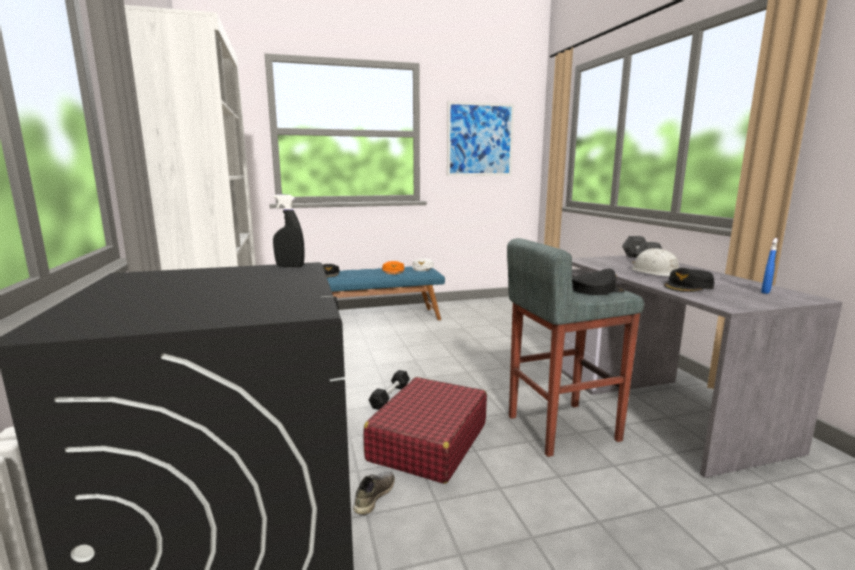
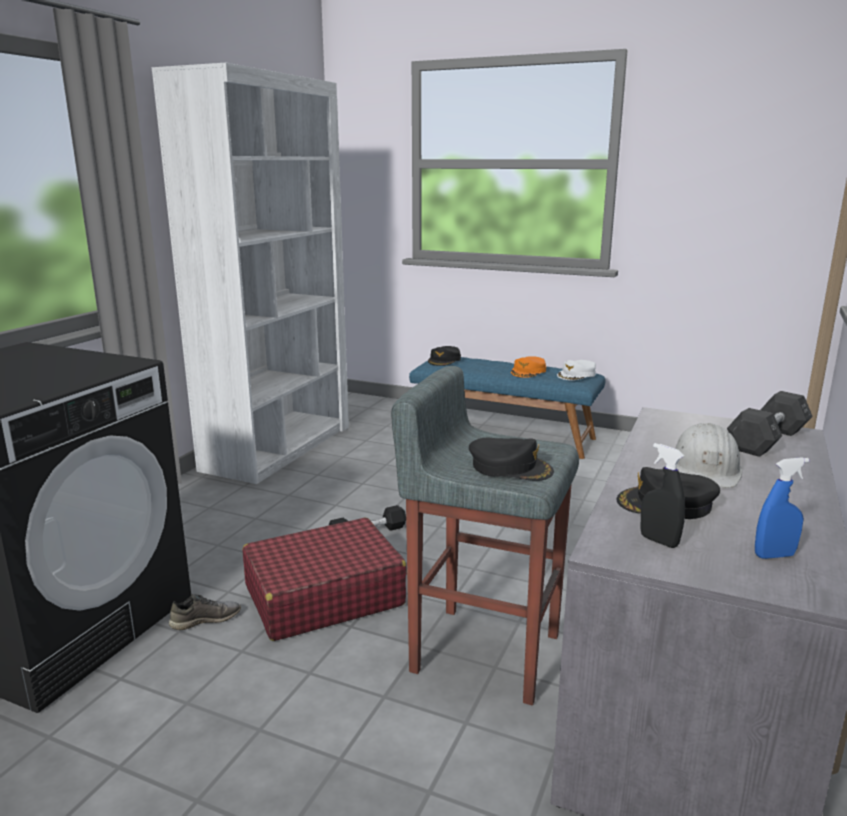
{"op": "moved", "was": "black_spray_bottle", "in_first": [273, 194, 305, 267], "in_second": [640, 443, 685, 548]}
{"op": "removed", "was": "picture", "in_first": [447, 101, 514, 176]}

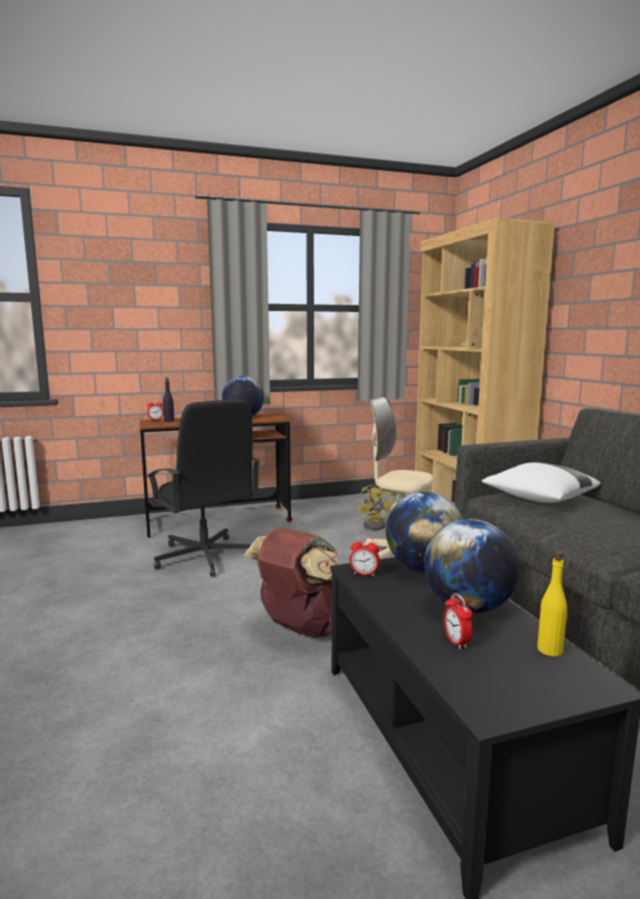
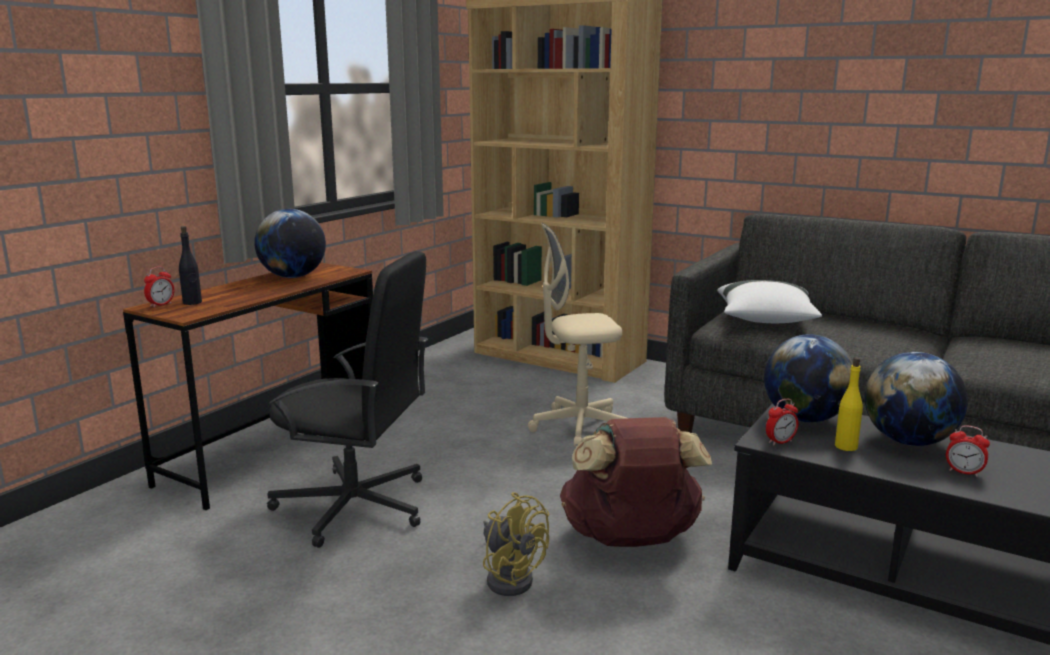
{"op": "moved", "was": "yellow_fan", "in_first": [356, 484, 396, 530], "in_second": [483, 492, 549, 596]}
{"op": "moved", "was": "yellow_bottle", "in_first": [537, 551, 567, 657], "in_second": [835, 358, 863, 451]}

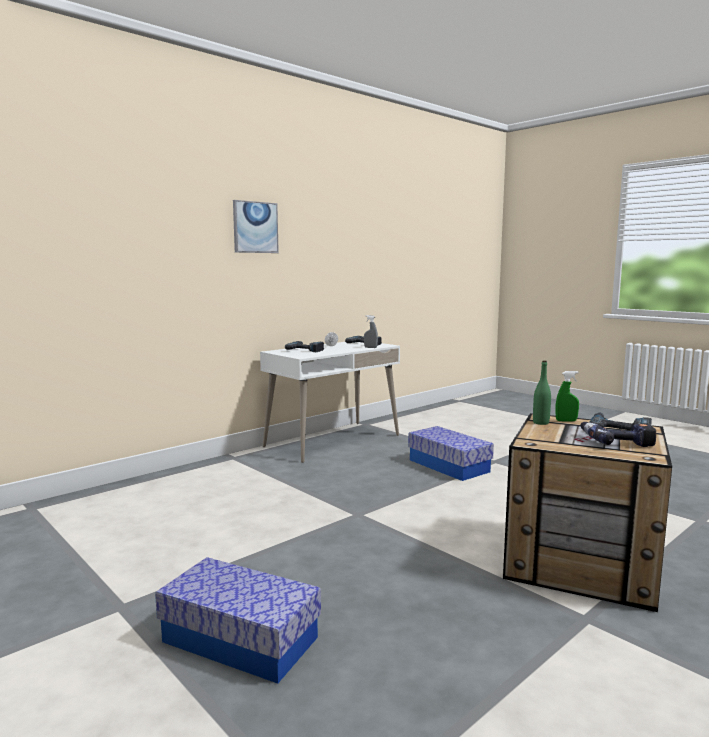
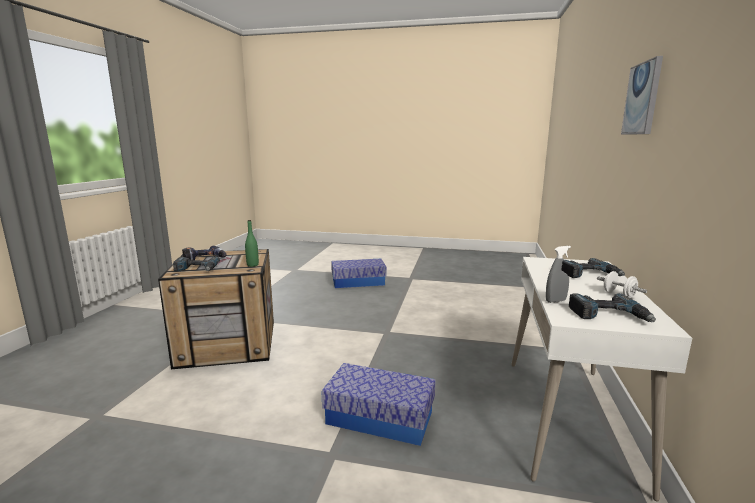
{"op": "removed", "was": "green_spray_bottle", "in_first": [556, 371, 579, 422]}

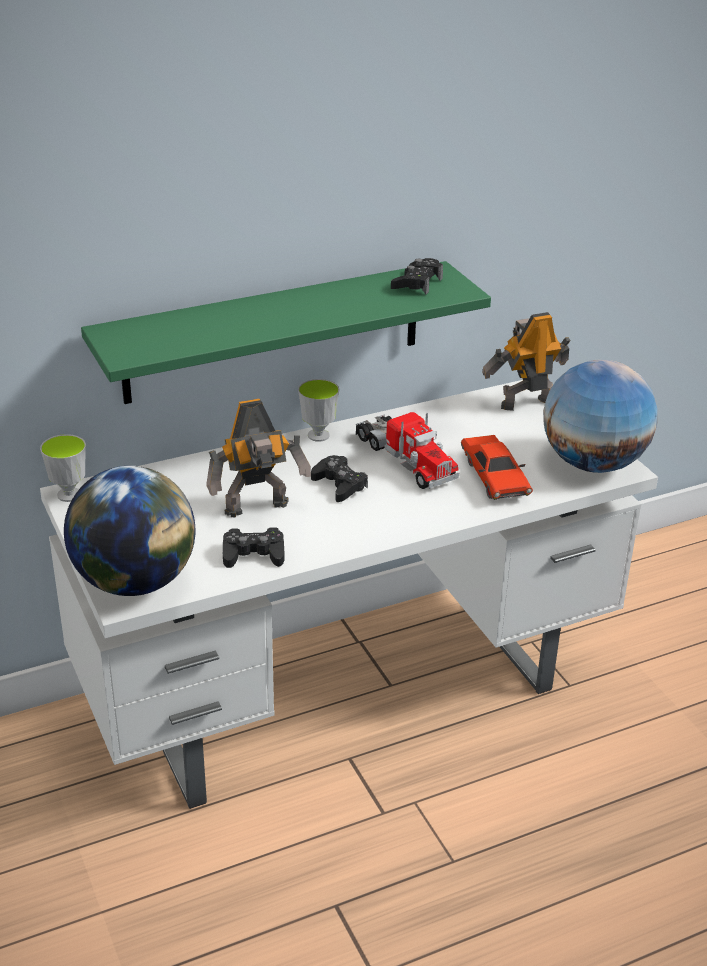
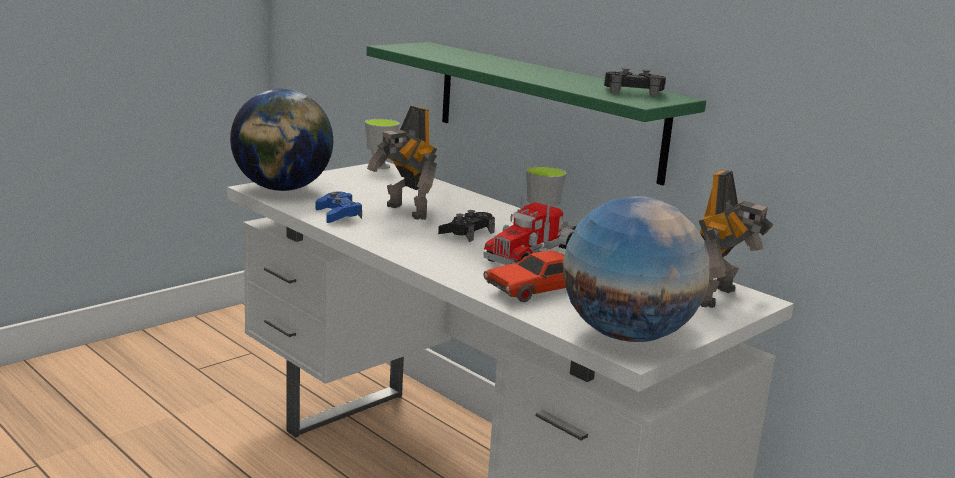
{"op": "recoloured", "was": "black_game_controller", "now": "blue_game_controller", "in_first": [223, 527, 285, 568], "in_second": [315, 191, 362, 223]}
{"op": "turned", "was": "toy_robot", "in_first": [482, 312, 571, 411], "in_second": [699, 170, 774, 308], "clockwise": 75}

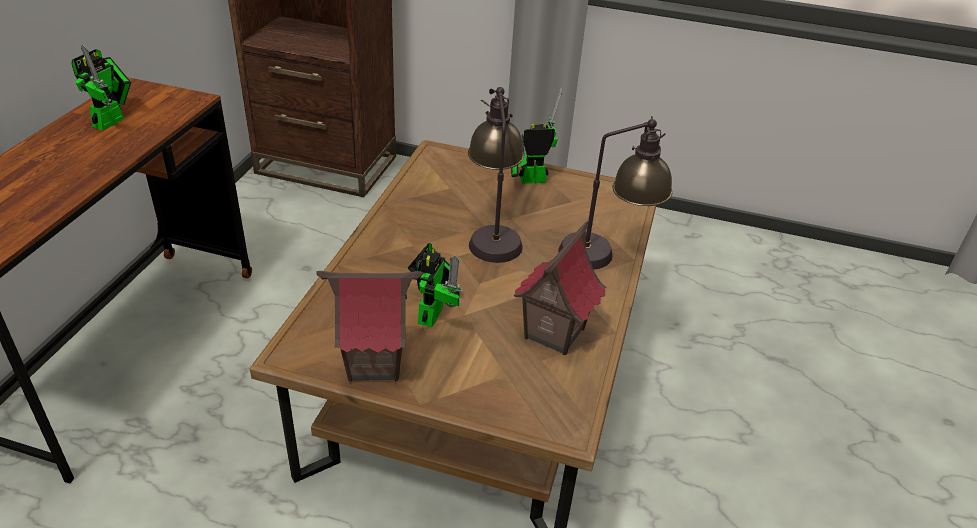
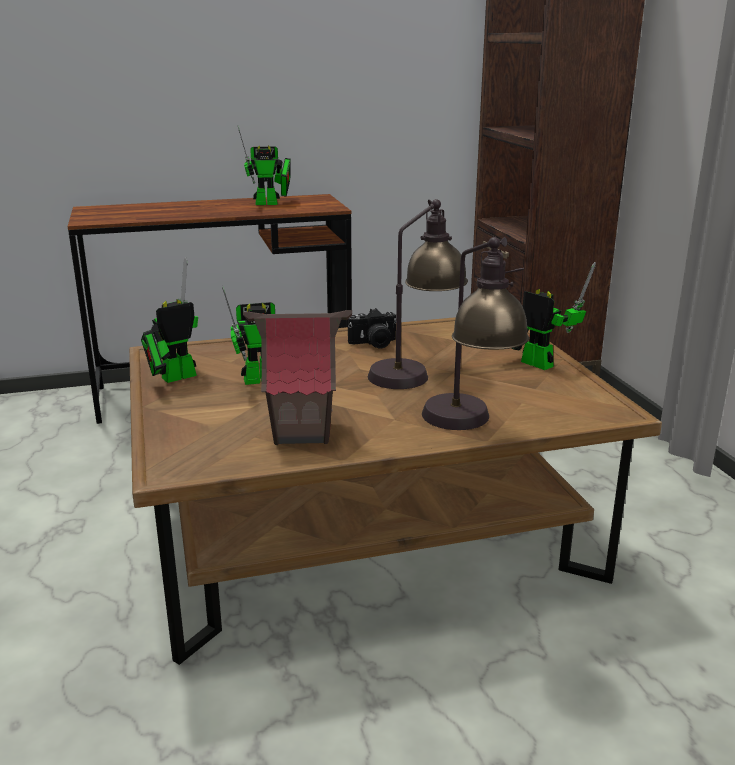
{"op": "replaced", "was": "toy_house", "now": "toy_robot", "in_first": [316, 271, 422, 382], "in_second": [141, 257, 198, 383]}
{"op": "added", "now": "photo_camera", "in_second": [348, 308, 396, 348]}

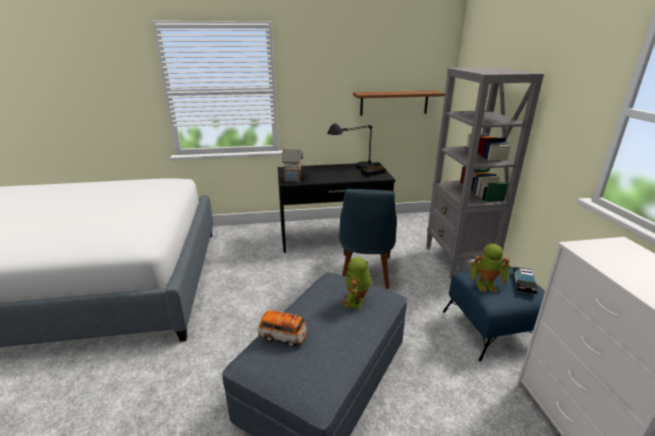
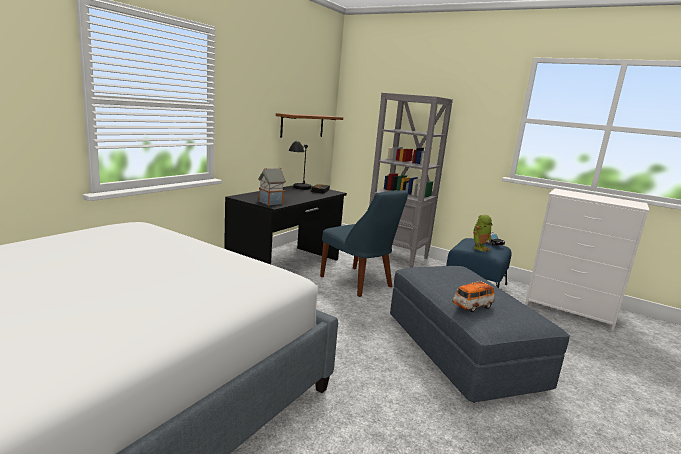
{"op": "removed", "was": "toy_robot", "in_first": [342, 257, 371, 309]}

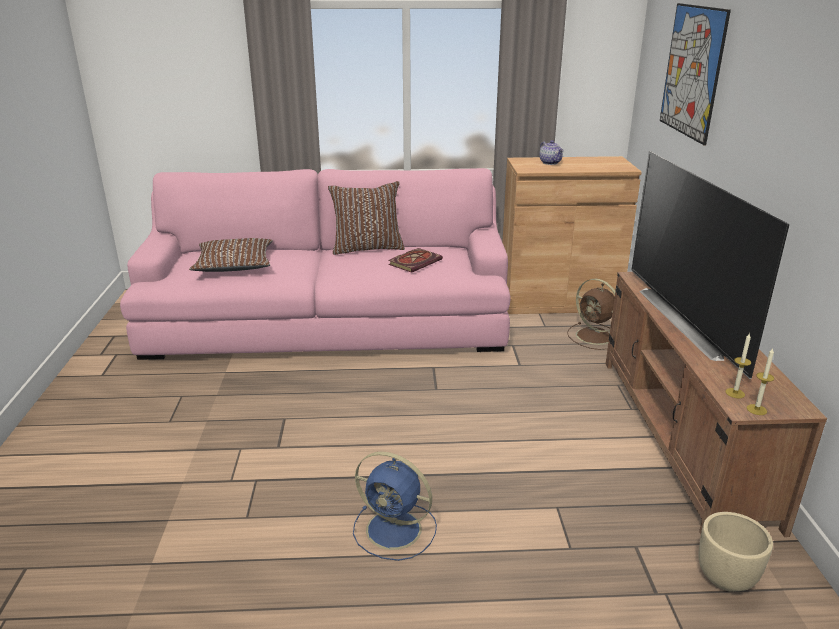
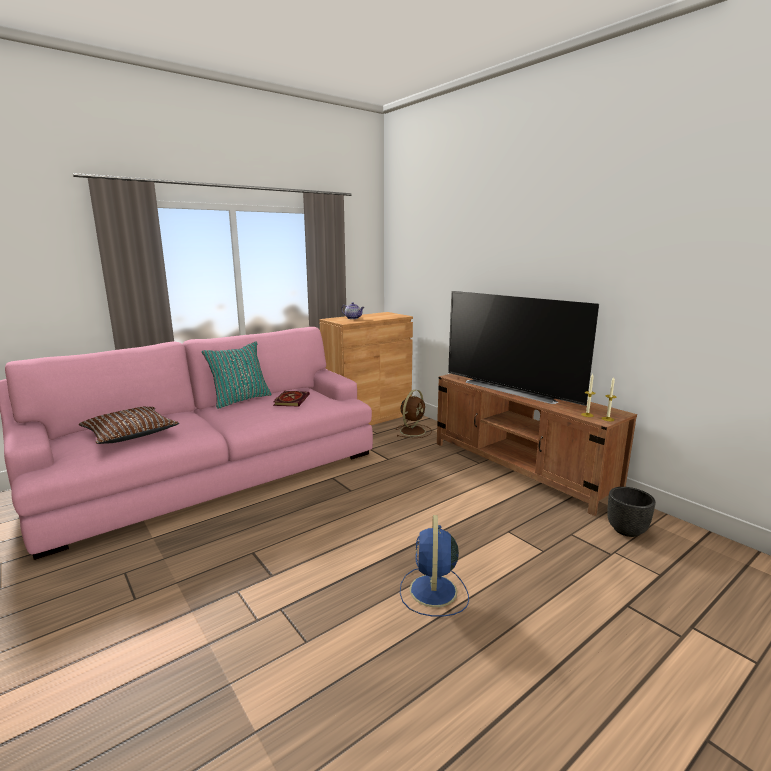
{"op": "recoloured", "was": "brown_pillow", "now": "turquoise_pillow", "in_first": [328, 181, 405, 255], "in_second": [202, 341, 272, 409]}
{"op": "turned", "was": "blue_fan", "in_first": [353, 451, 437, 561], "in_second": [400, 515, 469, 617], "clockwise": 105}
{"op": "turned", "was": "brown_fan", "in_first": [567, 279, 615, 350], "in_second": [396, 390, 432, 438], "clockwise": -75}
{"op": "removed", "was": "picture", "in_first": [660, 3, 731, 145]}
{"op": "recoloured", "was": "beige_planter", "now": "black_planter", "in_first": [699, 512, 773, 592], "in_second": [607, 487, 656, 537]}

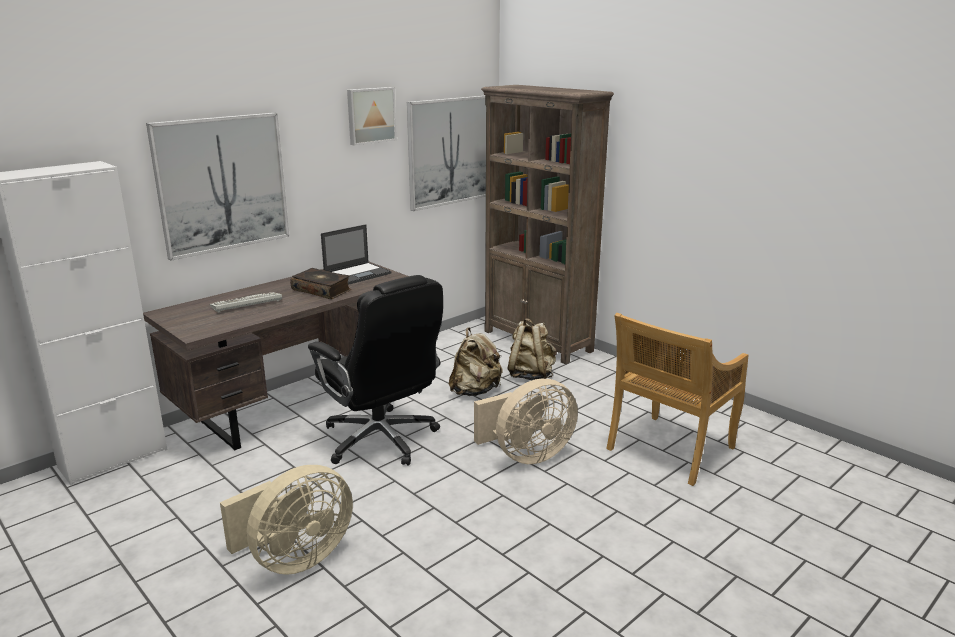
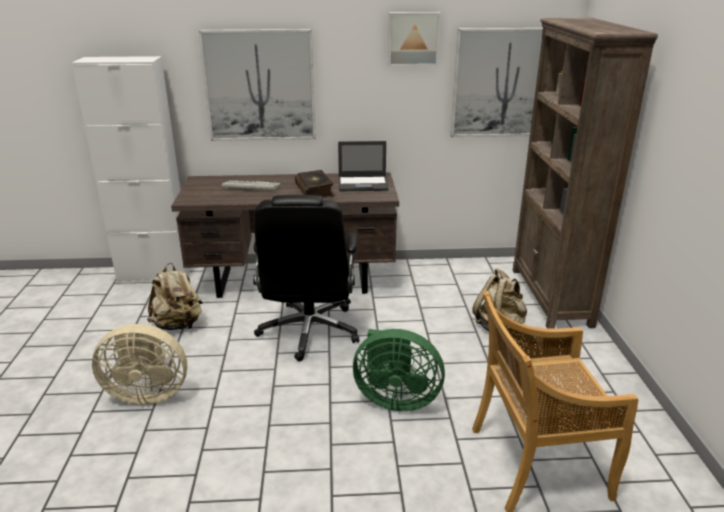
{"op": "moved", "was": "beige_backpack", "in_first": [449, 328, 503, 396], "in_second": [147, 263, 203, 330]}
{"op": "recoloured", "was": "beige_fan", "now": "green_fan", "in_first": [474, 379, 578, 464], "in_second": [353, 329, 445, 411]}

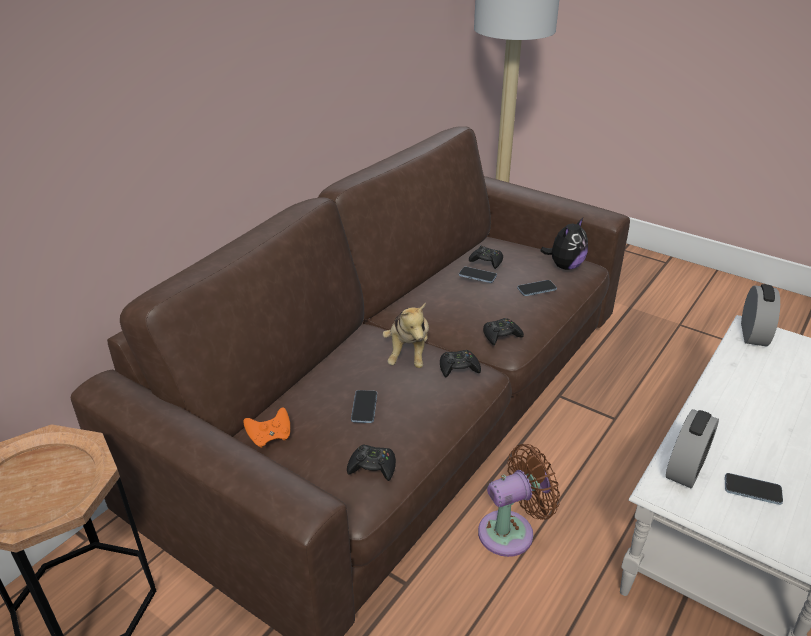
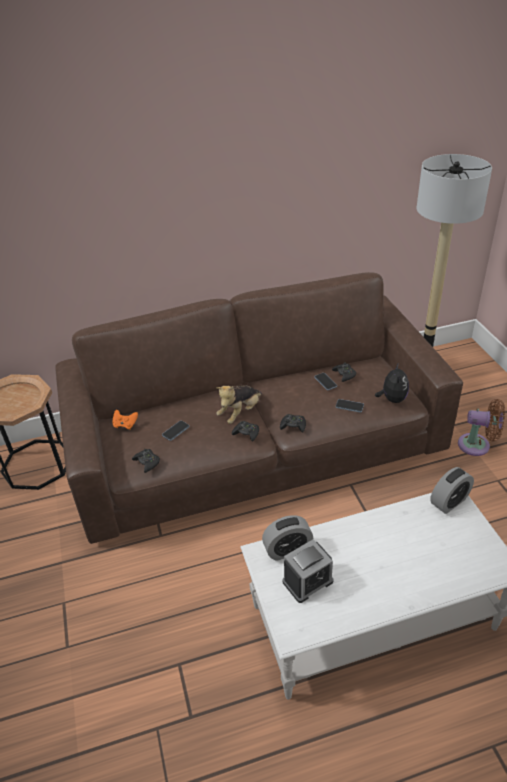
{"op": "moved", "was": "brown_fan", "in_first": [478, 444, 560, 557], "in_second": [458, 399, 505, 456]}
{"op": "turned", "was": "plush_toy", "in_first": [540, 218, 588, 270], "in_second": [375, 362, 409, 403], "clockwise": -75}
{"op": "replaced", "was": "phone", "now": "alarm_clock", "in_first": [725, 473, 783, 505], "in_second": [283, 539, 333, 603]}

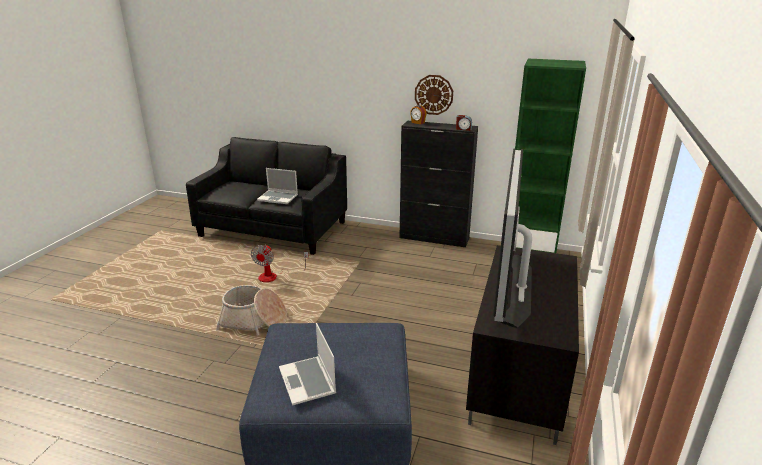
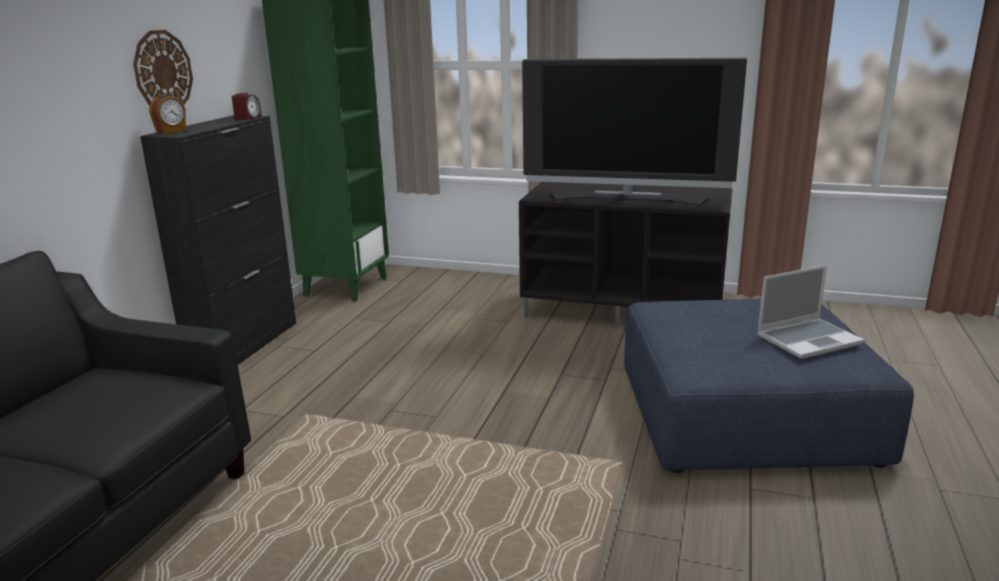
{"op": "removed", "was": "basket", "in_first": [216, 285, 287, 336]}
{"op": "removed", "was": "fan", "in_first": [251, 244, 309, 282]}
{"op": "removed", "was": "laptop", "in_first": [257, 168, 298, 204]}

